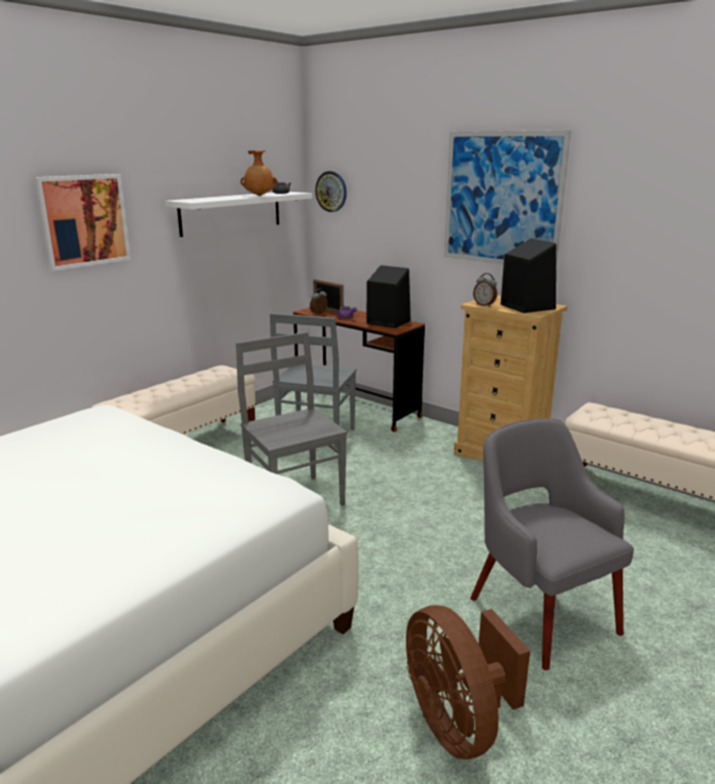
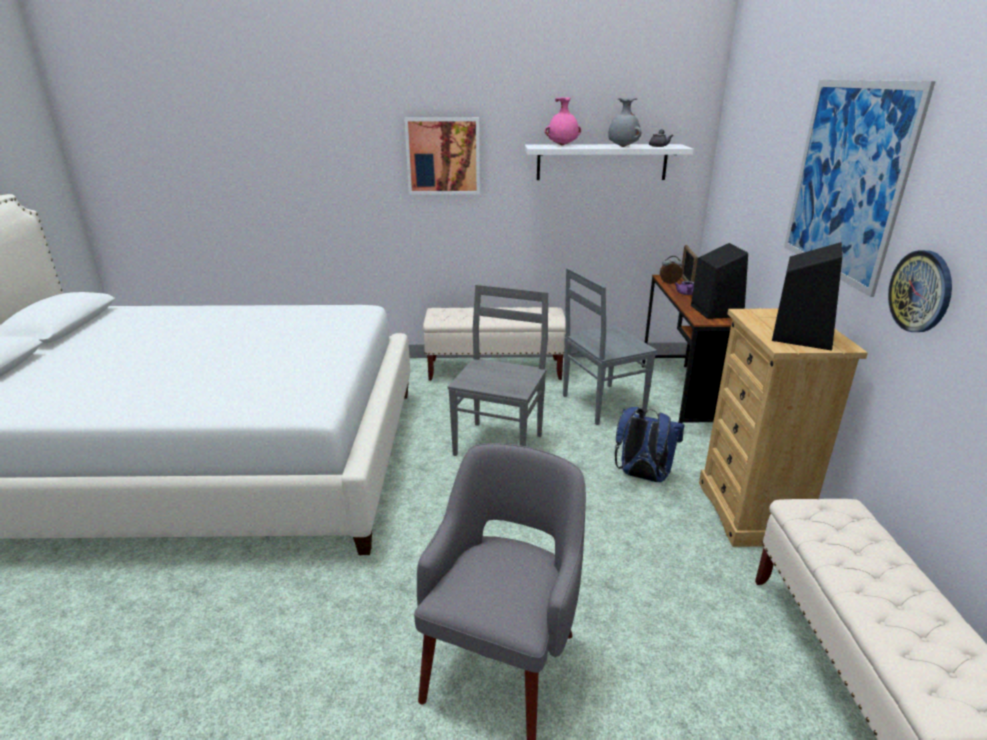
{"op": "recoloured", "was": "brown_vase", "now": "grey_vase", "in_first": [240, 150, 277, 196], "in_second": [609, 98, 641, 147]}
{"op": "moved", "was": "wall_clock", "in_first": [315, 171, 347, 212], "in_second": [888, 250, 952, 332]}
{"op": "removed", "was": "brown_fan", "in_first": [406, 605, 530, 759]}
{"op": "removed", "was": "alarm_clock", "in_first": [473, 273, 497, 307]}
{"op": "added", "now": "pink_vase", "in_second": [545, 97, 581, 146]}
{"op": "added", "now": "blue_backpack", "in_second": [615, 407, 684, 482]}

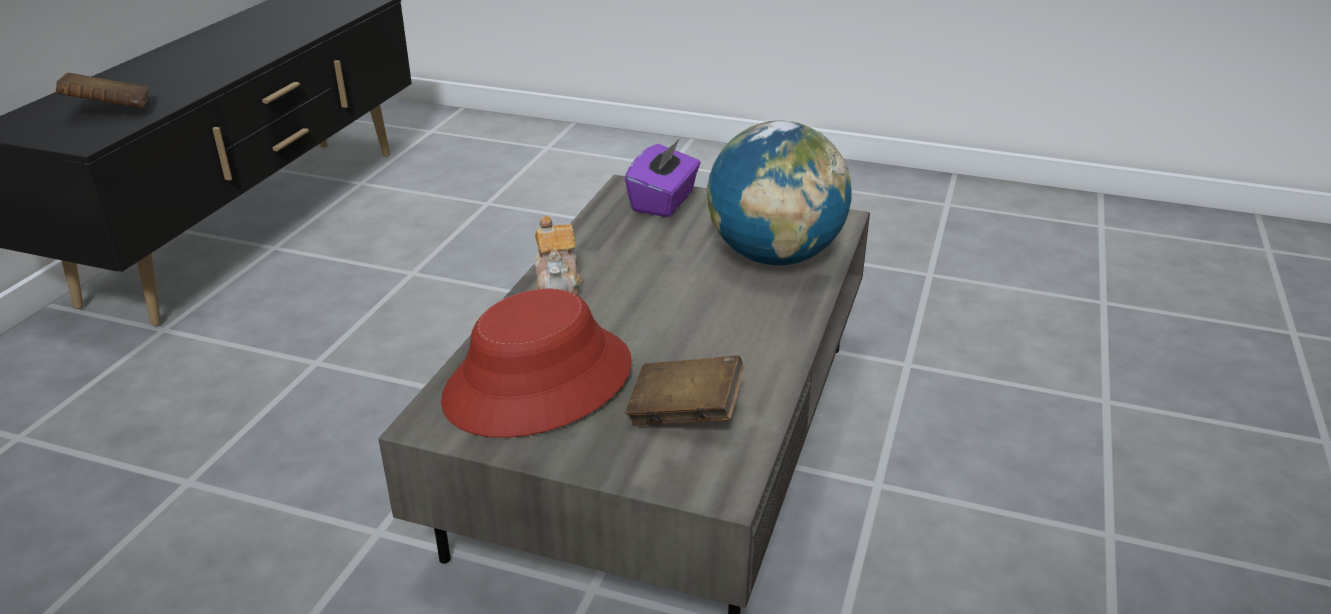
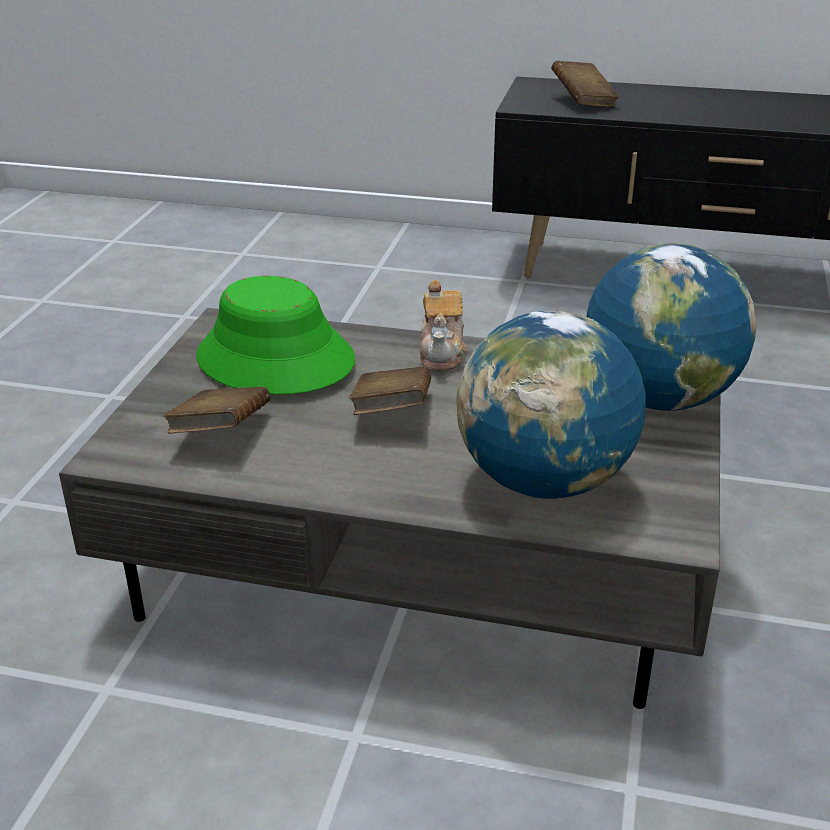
{"op": "recoloured", "was": "red_hat", "now": "green_hat", "in_first": [441, 289, 632, 438], "in_second": [196, 276, 355, 395]}
{"op": "turned", "was": "teapot", "in_first": [535, 216, 582, 295], "in_second": [420, 280, 467, 371], "clockwise": -75}
{"op": "replaced", "was": "purple_tissue_box", "now": "globe", "in_first": [625, 140, 700, 217], "in_second": [586, 243, 756, 411]}
{"op": "added", "now": "brown_book", "in_second": [349, 366, 431, 415]}

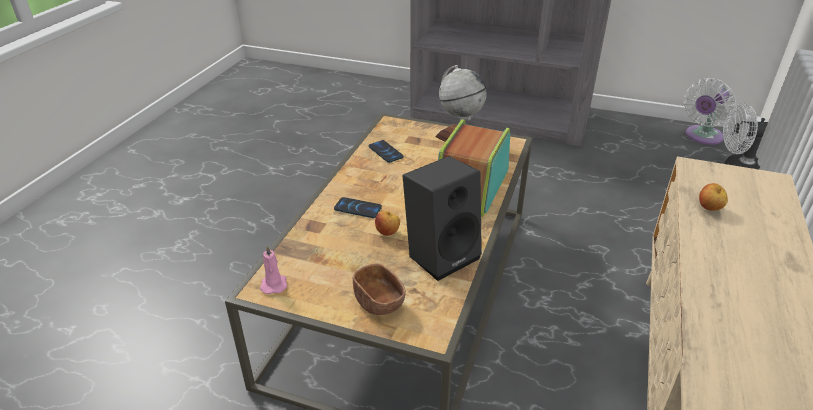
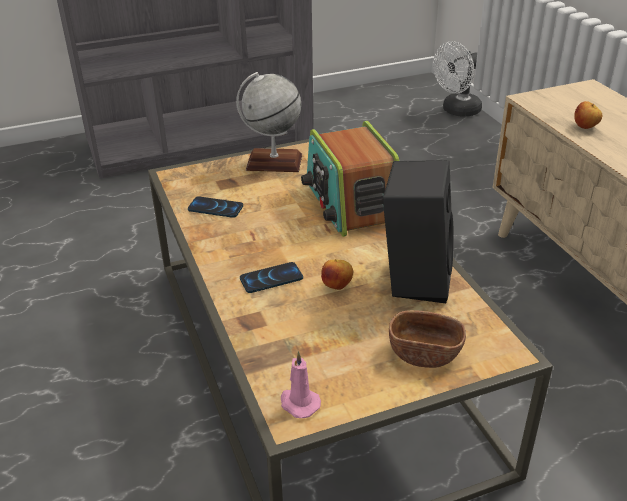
{"op": "removed", "was": "white_fan", "in_first": [684, 78, 736, 145]}

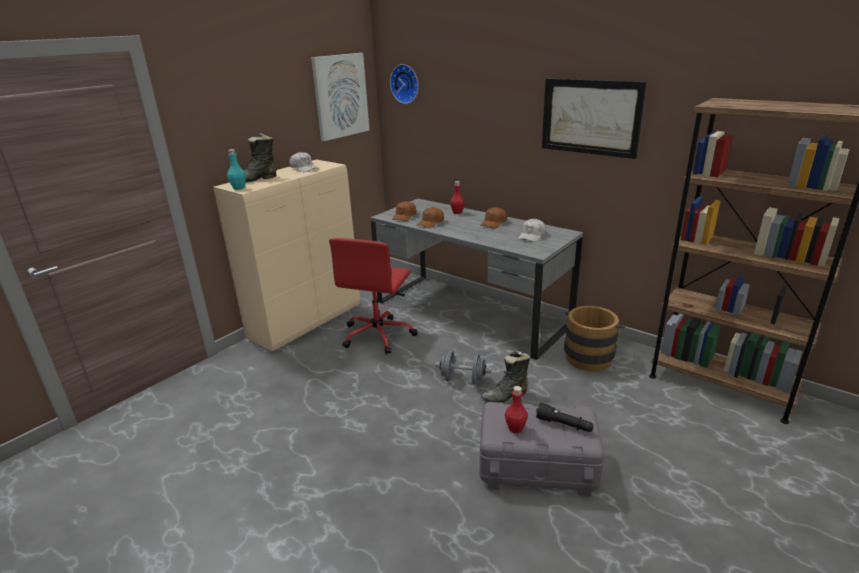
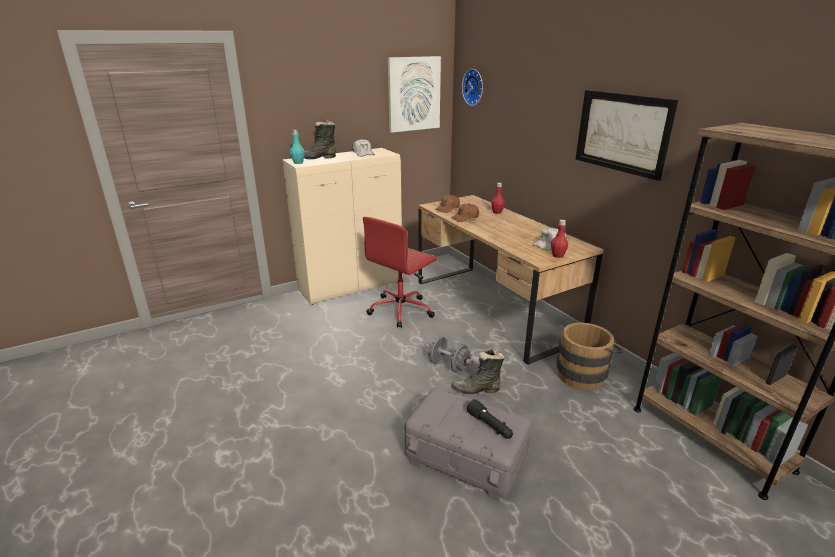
{"op": "recoloured", "was": "grey_desk", "now": "brown_desk", "in_first": [370, 199, 583, 360], "in_second": [419, 195, 604, 365]}
{"op": "removed", "was": "brown_cap", "in_first": [480, 207, 507, 229]}
{"op": "moved", "was": "red_bottle", "in_first": [505, 386, 528, 433], "in_second": [551, 220, 568, 258]}

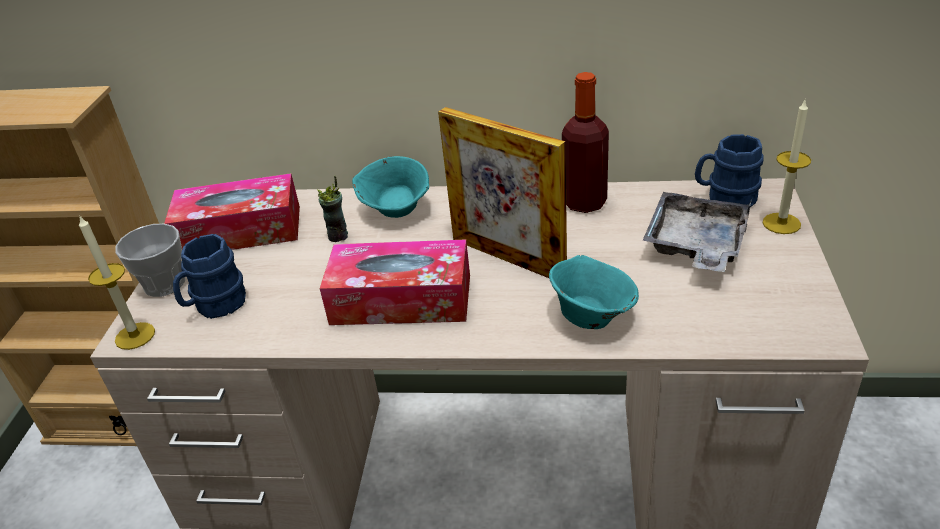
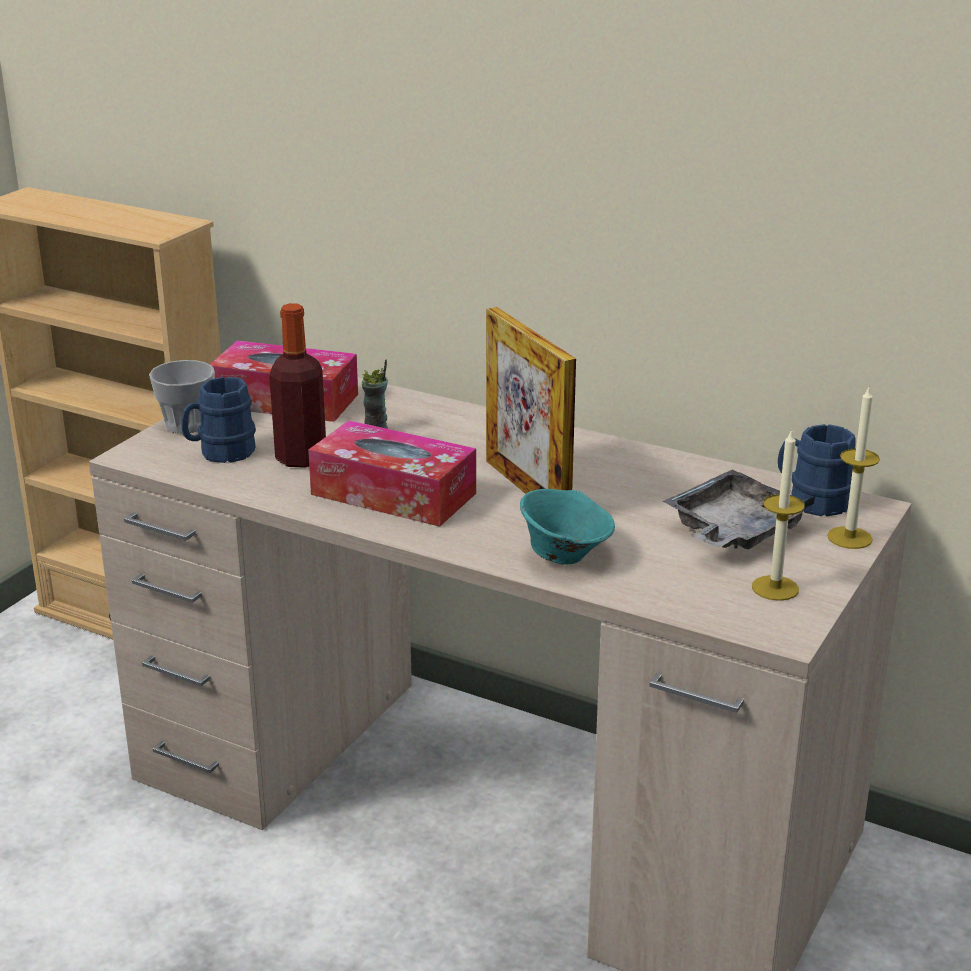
{"op": "moved", "was": "candle", "in_first": [79, 215, 155, 350], "in_second": [752, 429, 805, 601]}
{"op": "removed", "was": "turquoise_bowl", "in_first": [352, 156, 429, 218]}
{"op": "moved", "was": "bottle", "in_first": [562, 72, 609, 213], "in_second": [269, 303, 326, 468]}

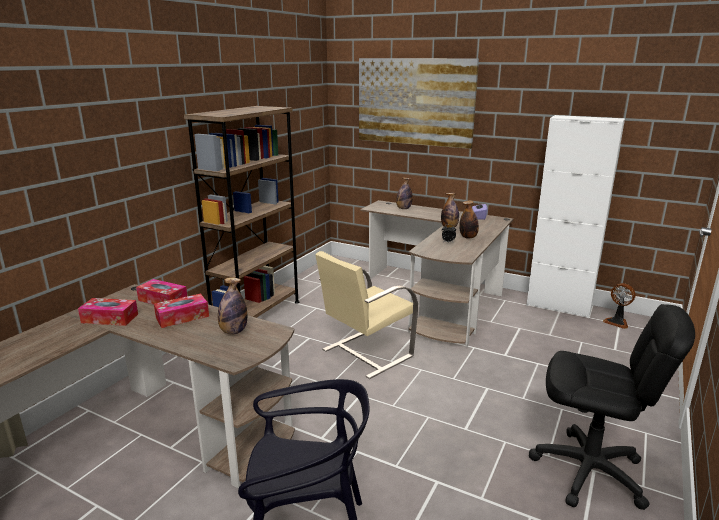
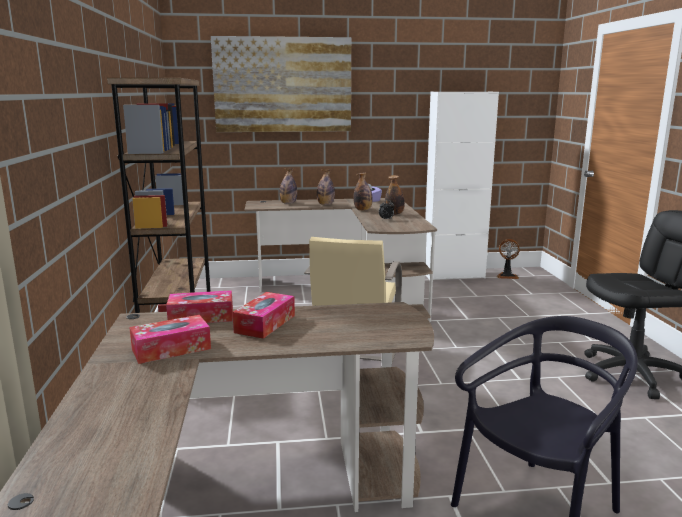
{"op": "moved", "was": "bottle", "in_first": [218, 277, 247, 334], "in_second": [317, 169, 335, 205]}

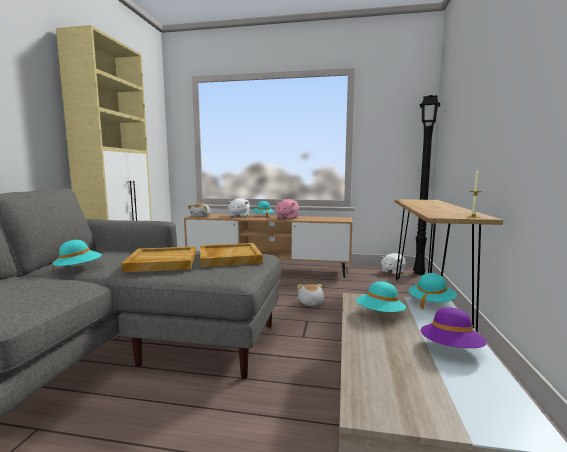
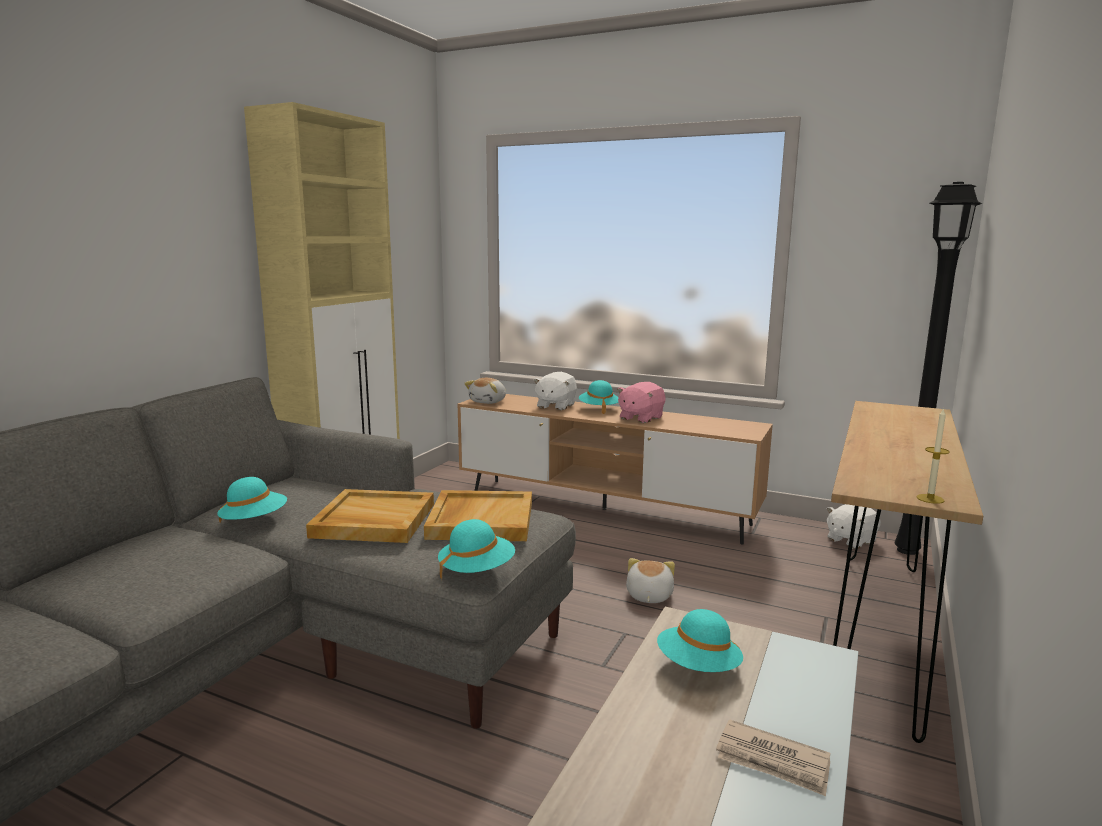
{"op": "moved", "was": "turquoise_hat", "in_first": [409, 273, 457, 309], "in_second": [438, 519, 515, 578]}
{"op": "replaced", "was": "purple_hat", "now": "newspaper", "in_first": [421, 307, 487, 348], "in_second": [716, 719, 830, 796]}

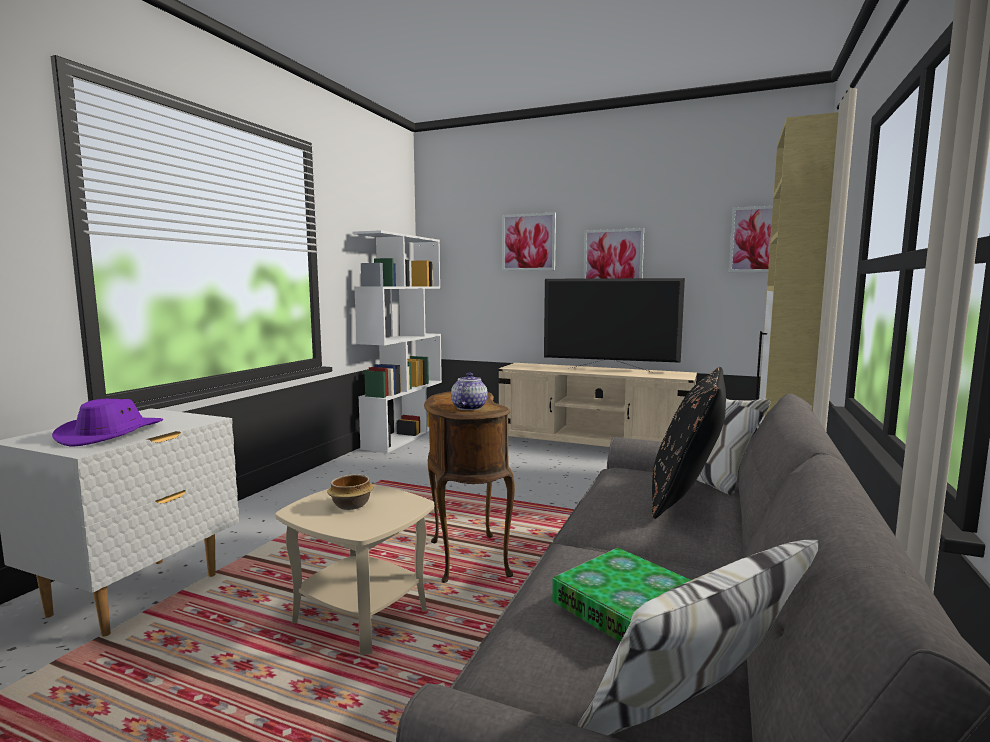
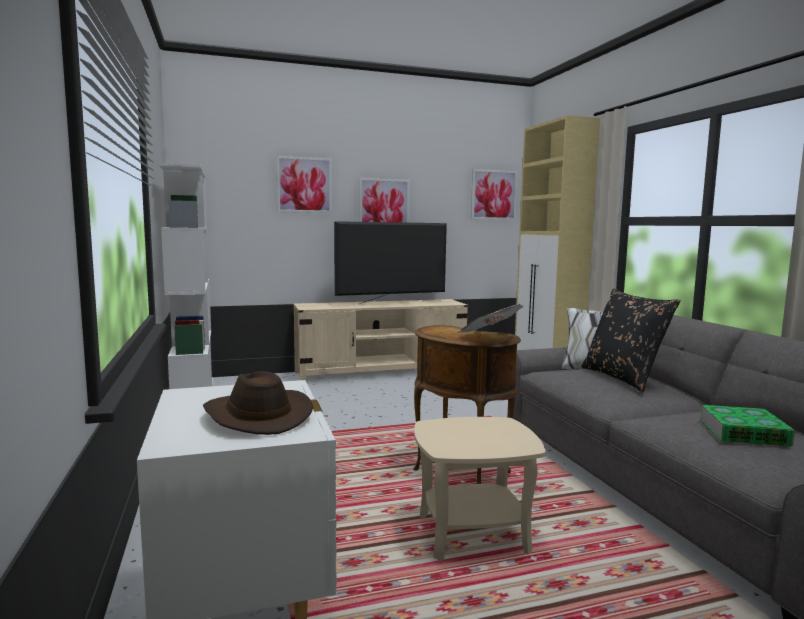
{"op": "recoloured", "was": "purple_hat", "now": "brown_hat", "in_first": [52, 399, 163, 447], "in_second": [203, 371, 314, 435]}
{"op": "removed", "was": "bowl", "in_first": [327, 474, 374, 510]}
{"op": "replaced", "was": "teapot", "now": "newspaper", "in_first": [451, 372, 488, 410], "in_second": [457, 304, 523, 333]}

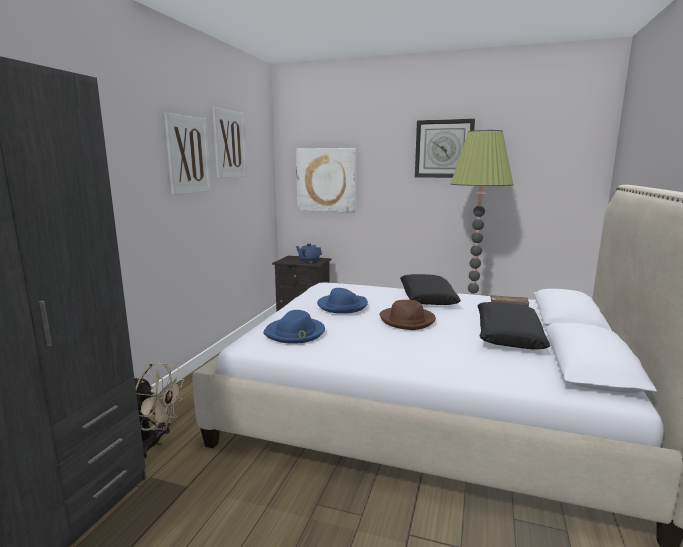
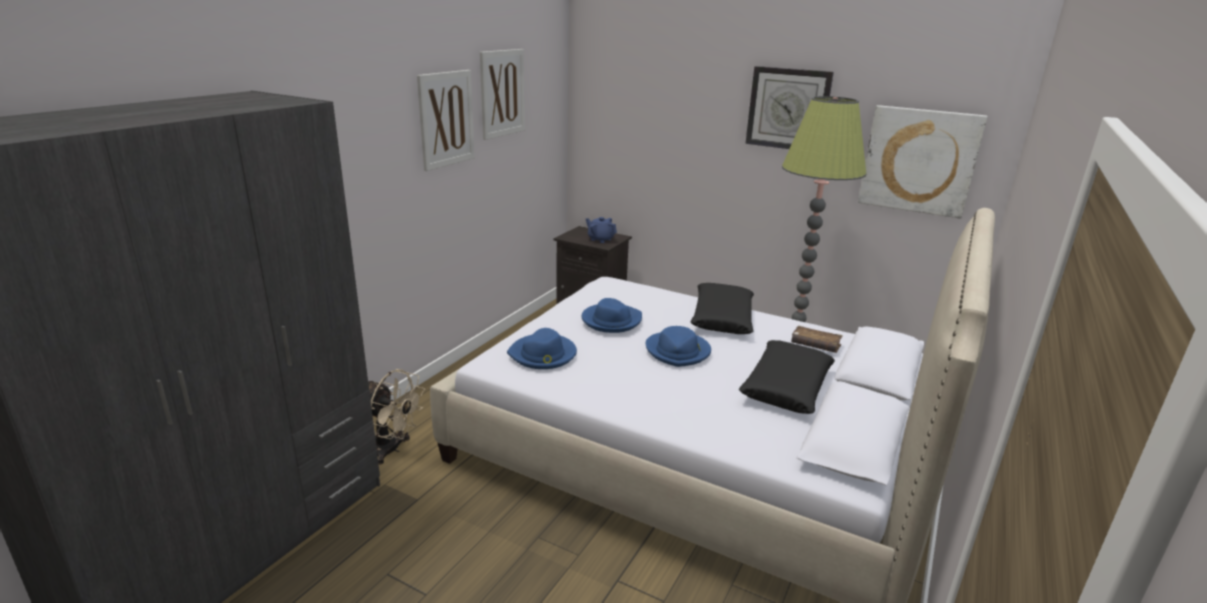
{"op": "moved", "was": "picture", "in_first": [296, 148, 356, 213], "in_second": [858, 105, 987, 219]}
{"op": "recoloured", "was": "brown_hat", "now": "blue_hat", "in_first": [380, 300, 436, 330], "in_second": [646, 326, 711, 367]}

